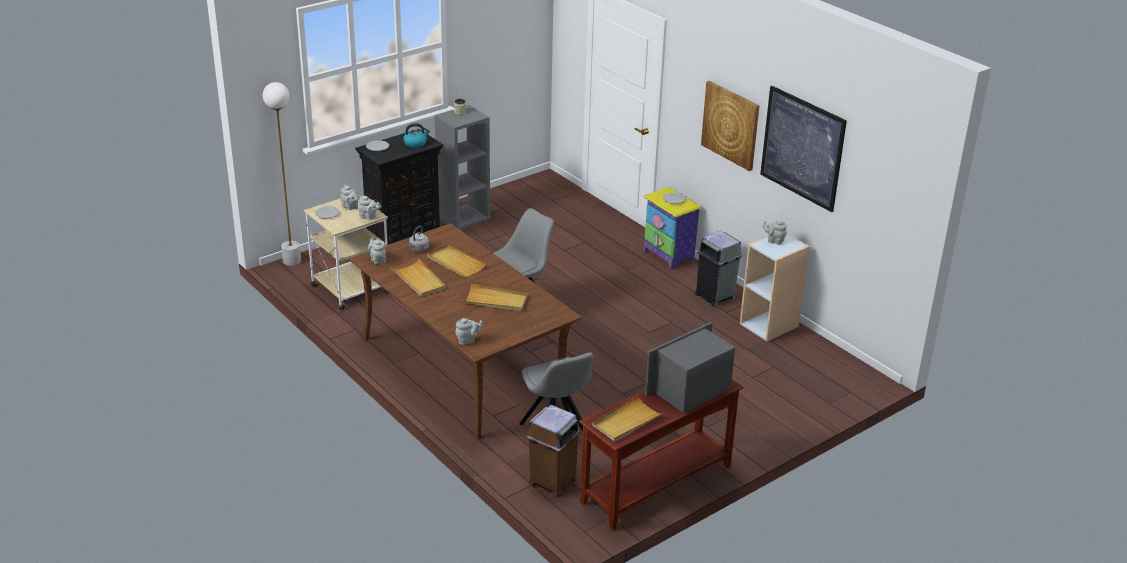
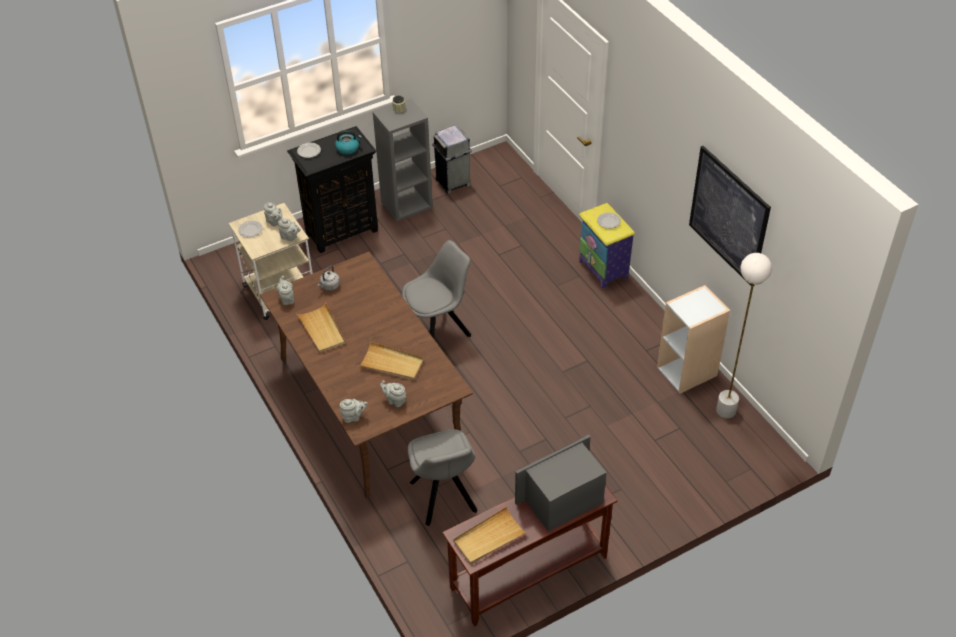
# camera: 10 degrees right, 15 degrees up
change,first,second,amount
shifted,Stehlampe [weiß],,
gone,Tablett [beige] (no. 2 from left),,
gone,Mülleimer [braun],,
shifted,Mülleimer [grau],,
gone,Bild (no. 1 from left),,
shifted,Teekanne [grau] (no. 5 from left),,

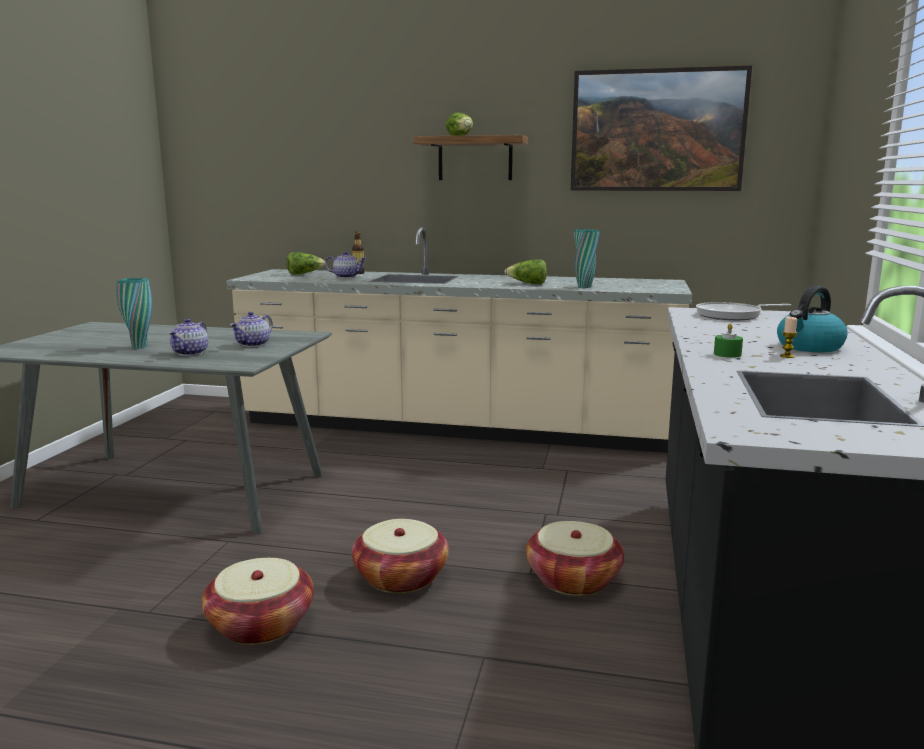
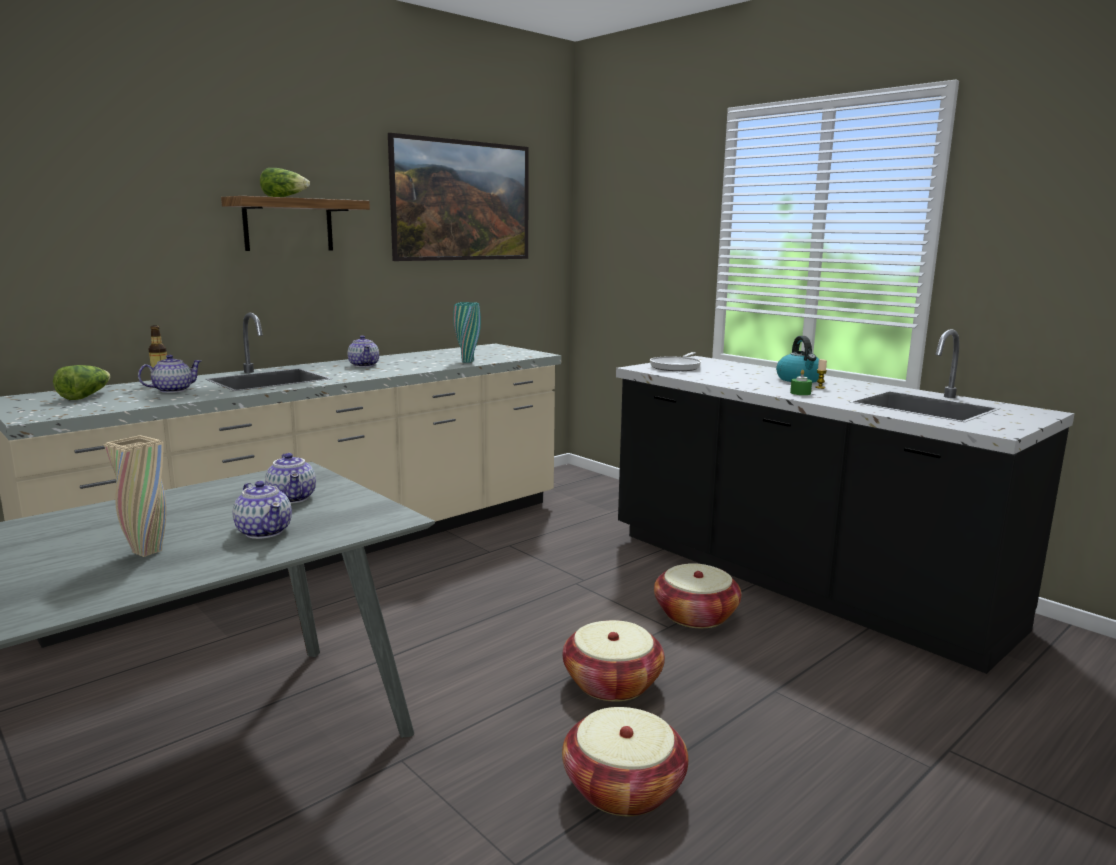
# camera: 55 degrees left, 0 degrees up
change,first,second,amount
repainted,Vase [türkis] (no. 1 from left),Vase [beige],
gone,Salatkopf (no. 3 from left),,
new,,Teekanne (no. 4 from left),

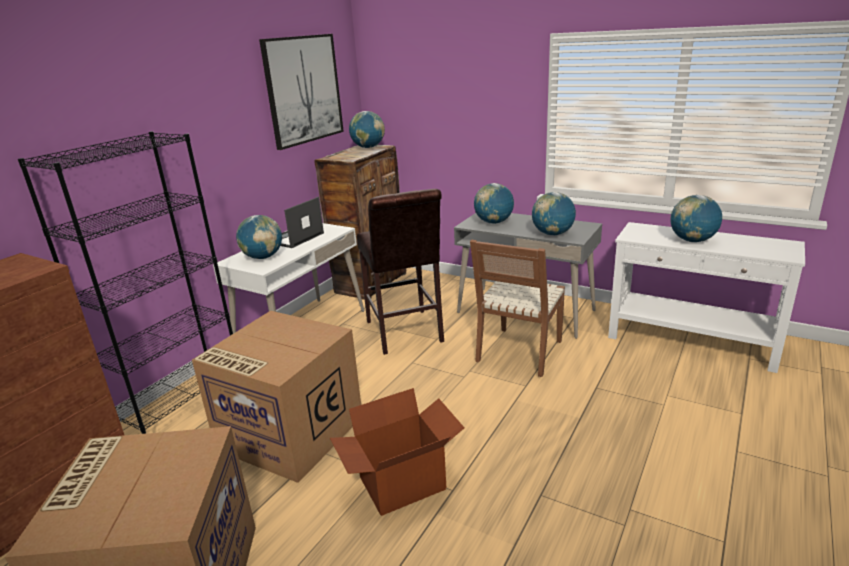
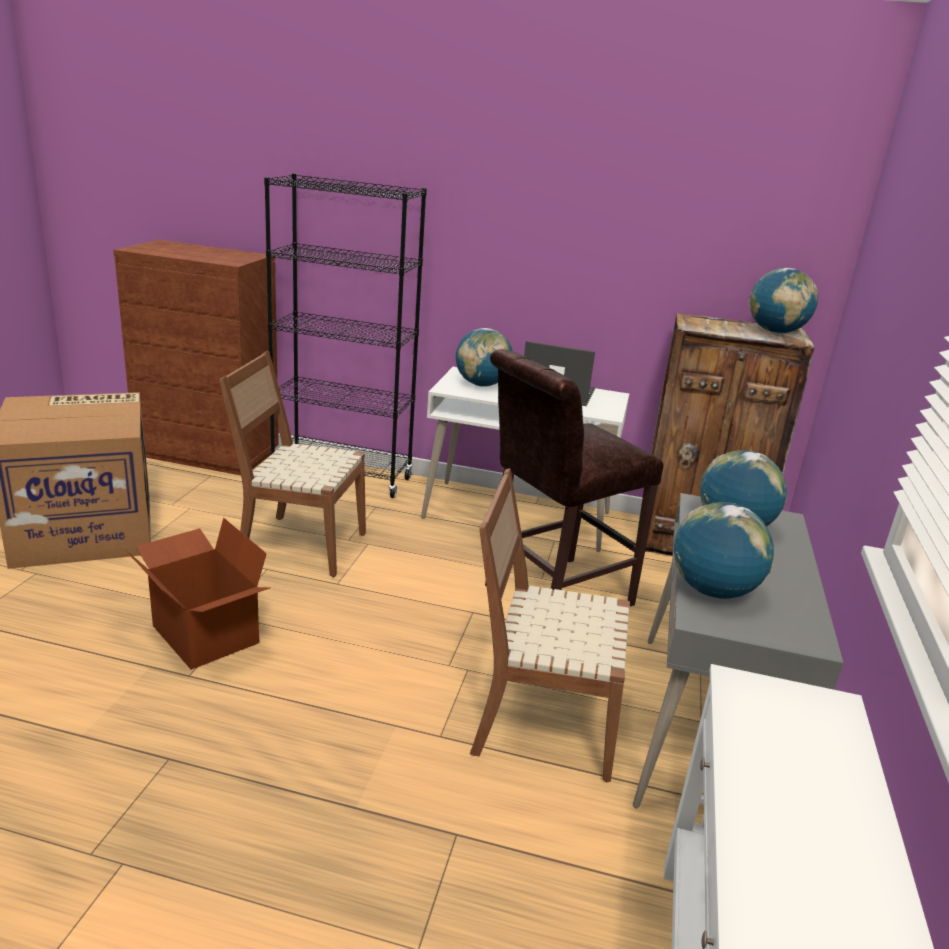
# camera: 70 degrees right, 0 degrees up
change,first,second,amount
swapped,Karton (no. 2 from left),Stuhl (no. 1 from left),
gone,Bild,,
gone,Globus (no. 5 from left),,

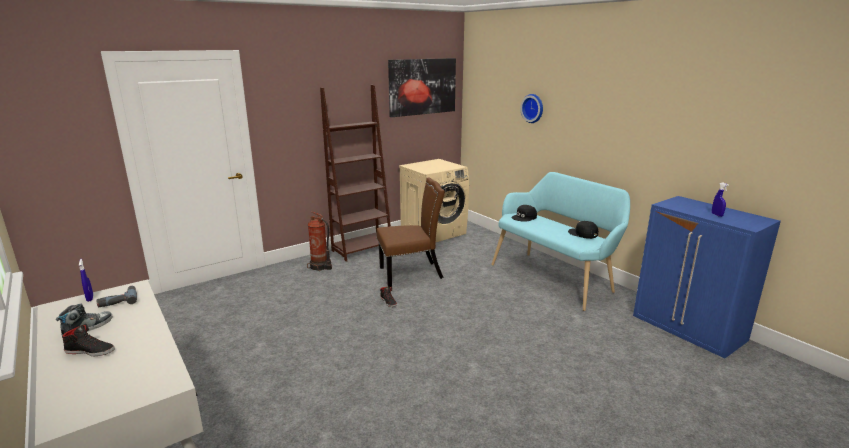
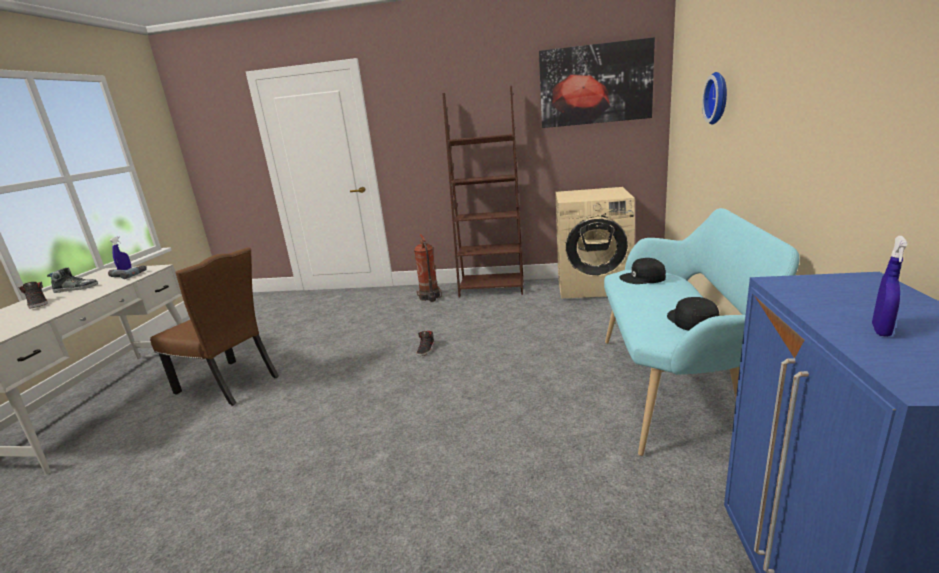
# camera: 45 degrees right, 0 degrees up
change,first,second,amount
shifted,Stuhl [braun],,

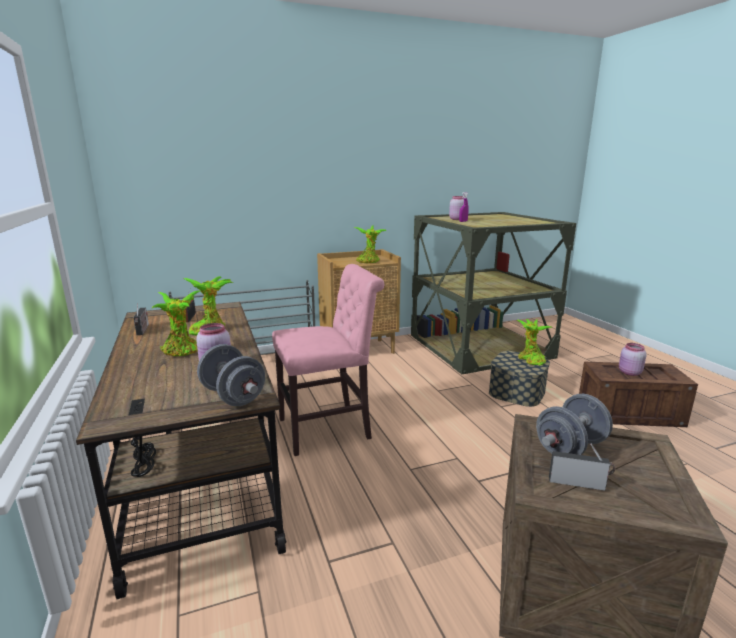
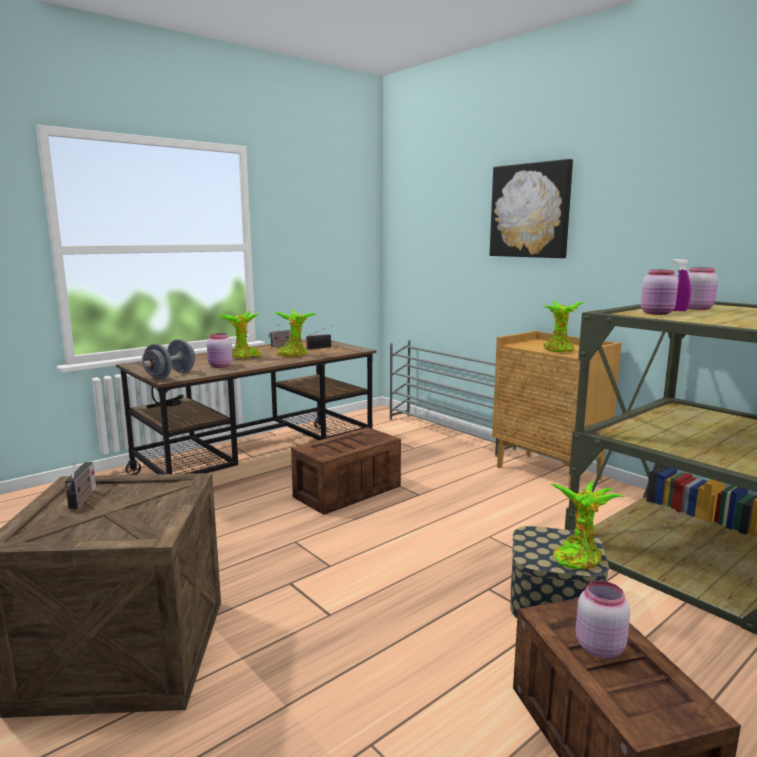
# camera: 70 degrees right, 5 degrees down
change,first,second,amount
swapped,Stuhl [rosa],Kiste (no. 2 from left),
gone,Hantel [grau] (no. 2 from left),,
new,,Bild,
new,,Vorratsglas [rosa] (no. 3 from left),

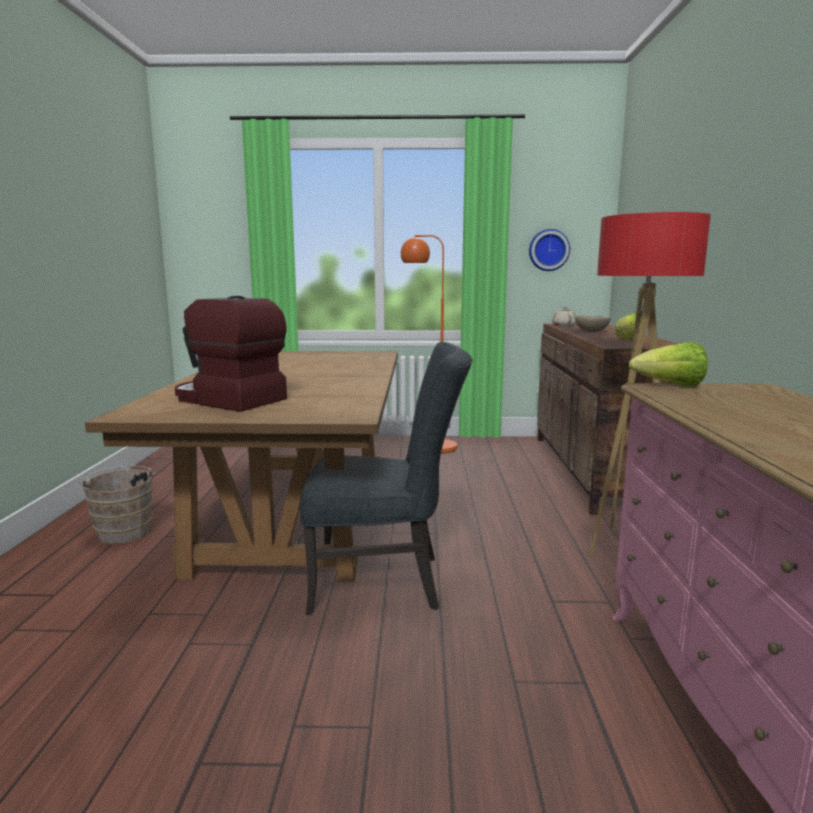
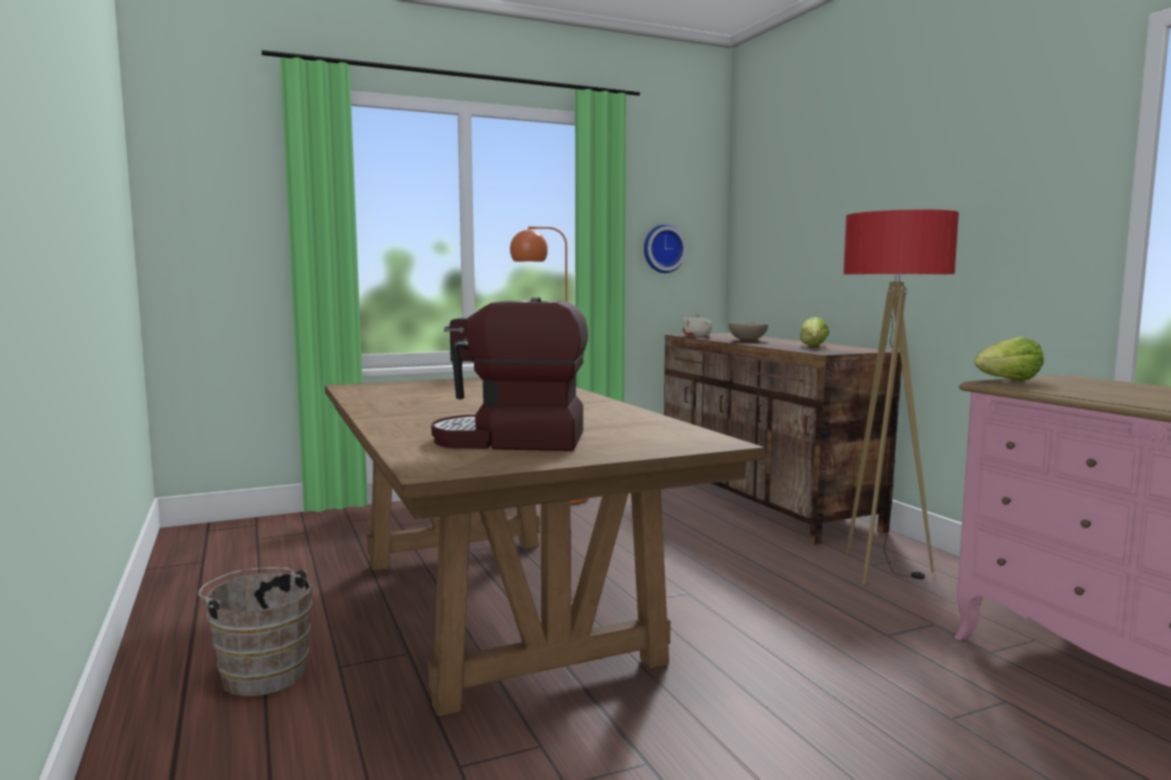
# camera: 25 degrees left, 5 degrees down
change,first,second,amount
gone,Stuhl [grau],,

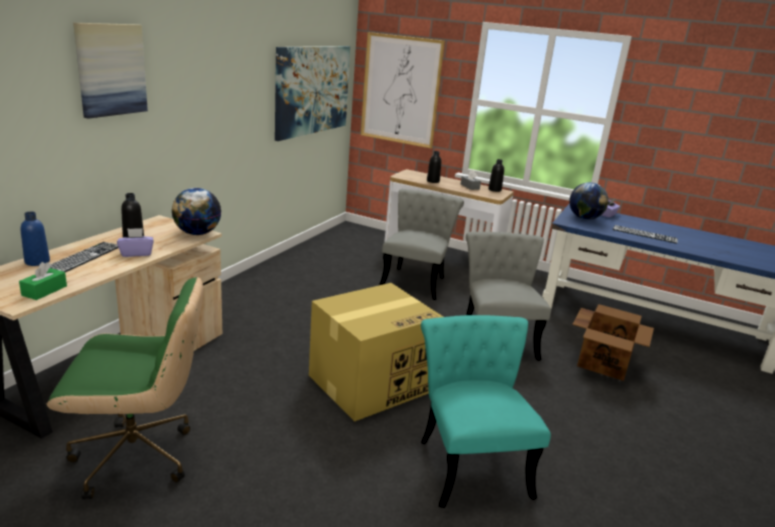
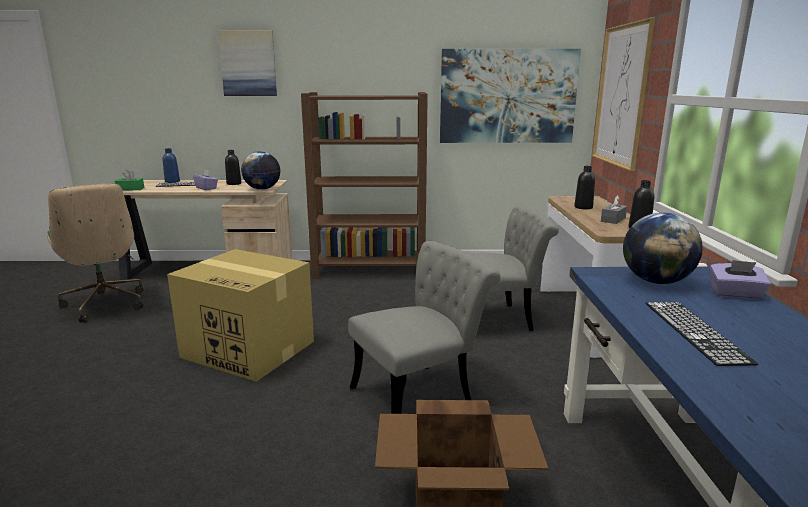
# camera: 65 degrees right, 5 degrees down
change,first,second,amount
gone,Stuhl [türkis],,
new,,Bücherregal [braun],

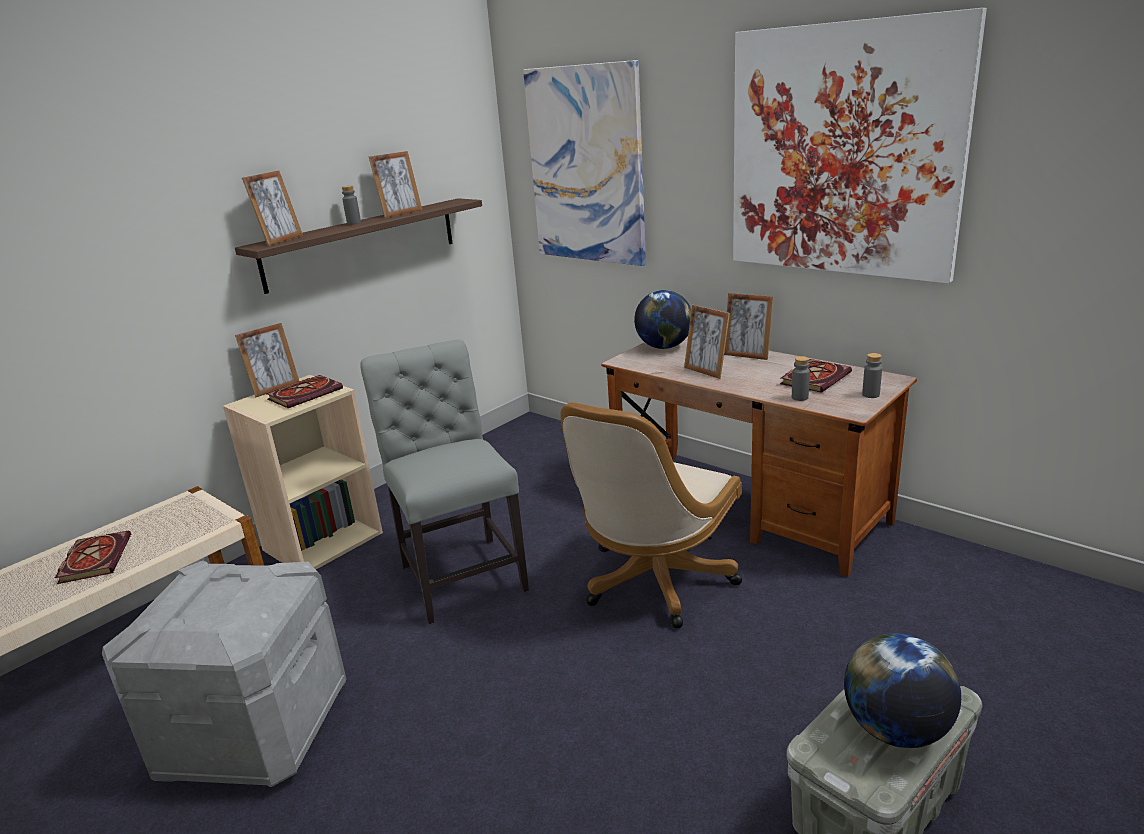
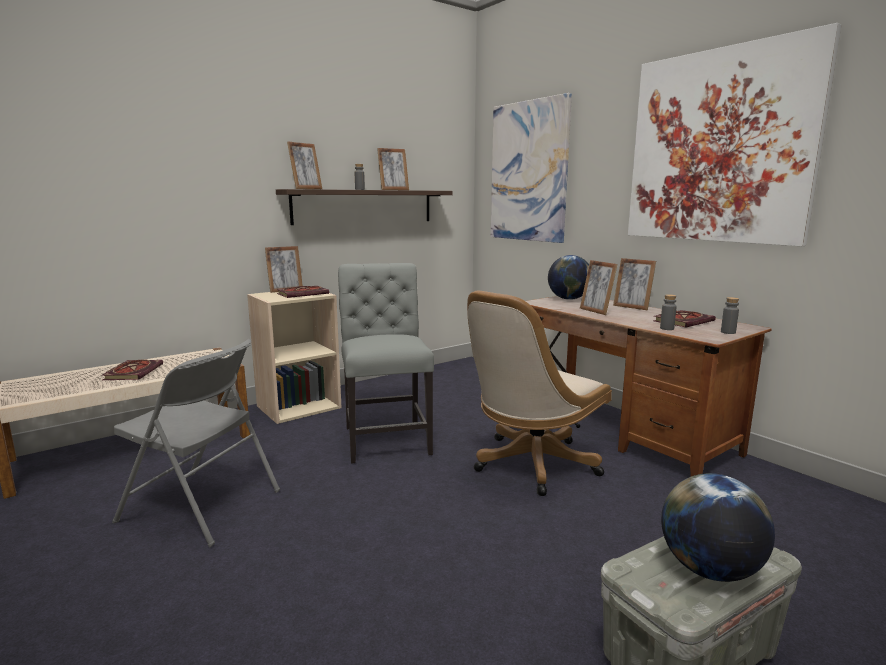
# camera: 10 degrees right, 10 degrees down
change,first,second,amount
swapped,Aufbewahrungsbox [grau] (no. 1 from left),Stuhl [grau] (no. 1 from left),

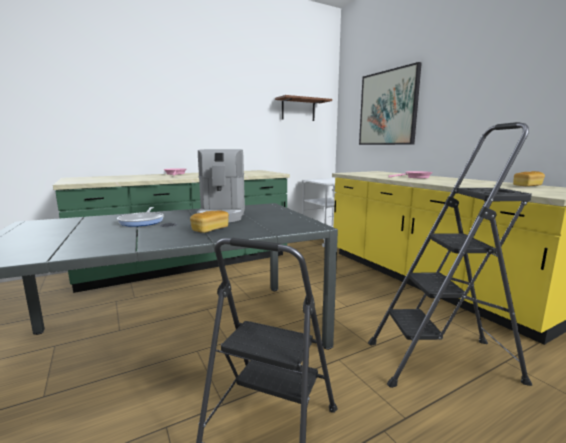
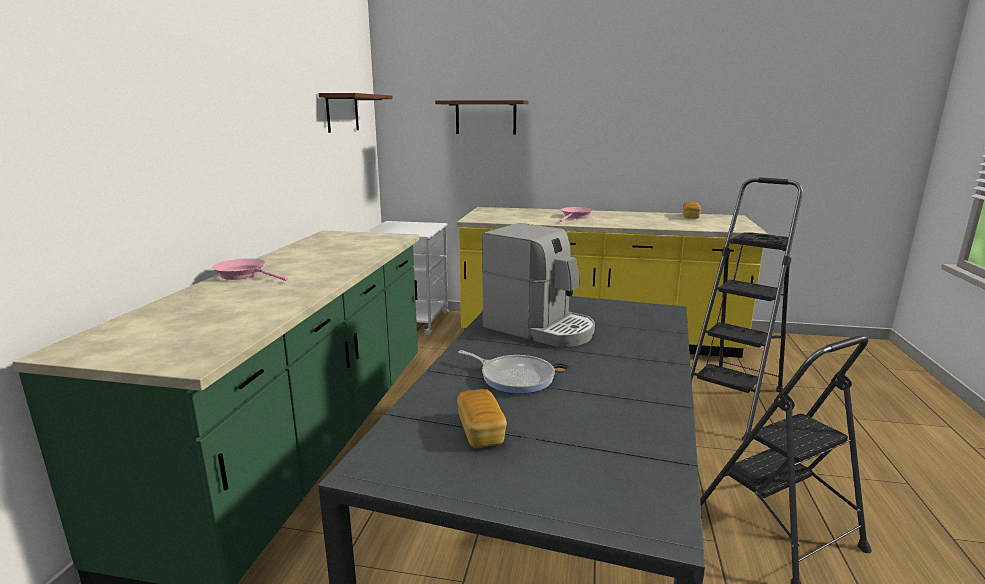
# camera: 50 degrees left, 5 degrees up
change,first,second,amount
shifted,Brot (no. 1 from left),,
swapped,Bild,Wandregal [braun] (no. 2 from left),

